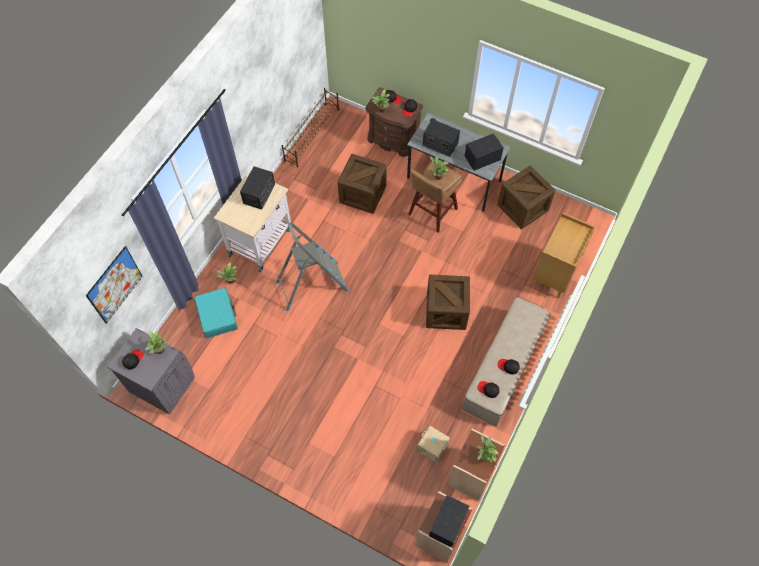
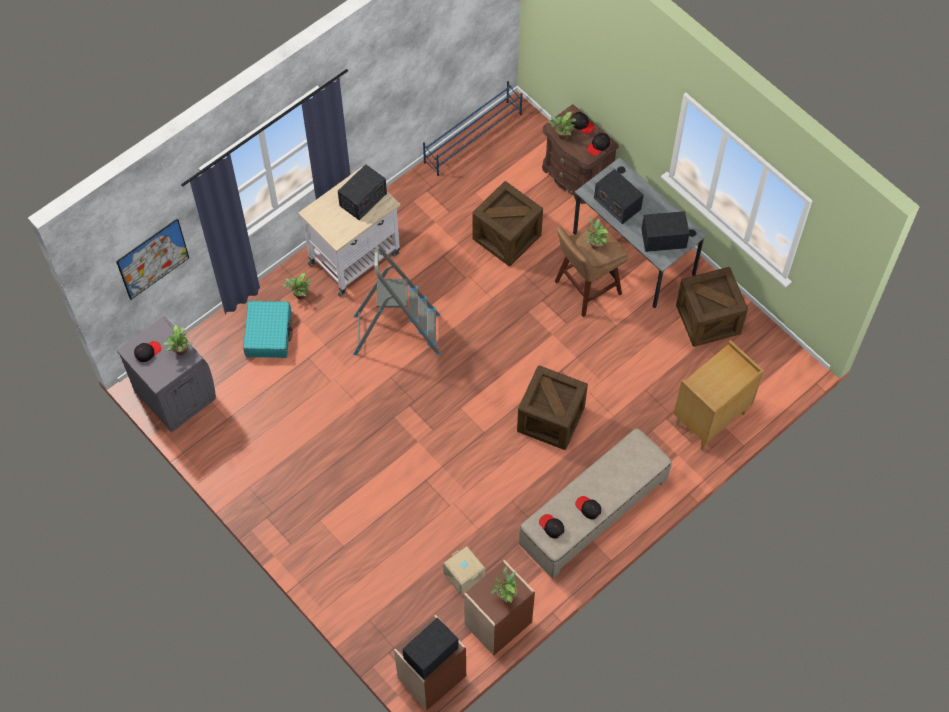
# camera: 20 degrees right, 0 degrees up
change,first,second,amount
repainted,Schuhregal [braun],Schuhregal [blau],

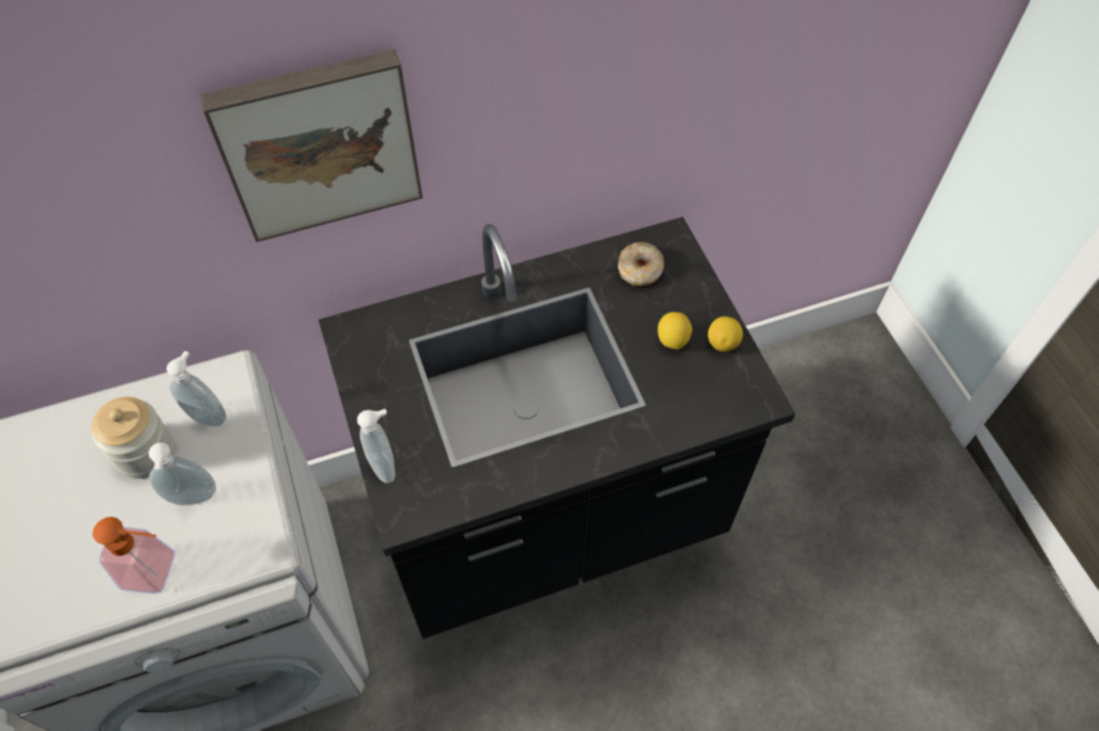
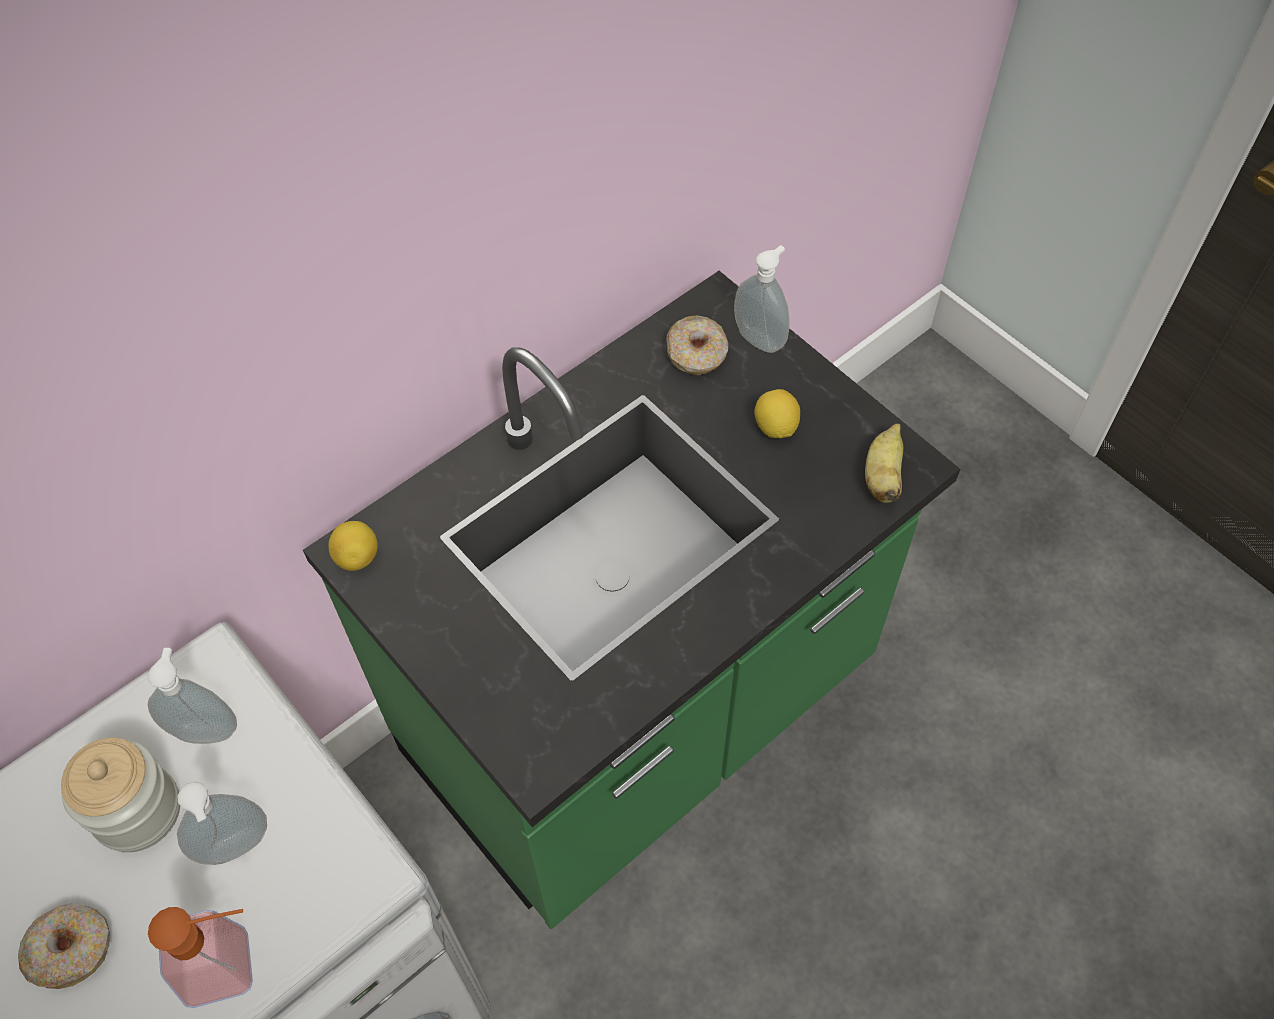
# camera: 20 degrees left, 0 degrees up
change,first,second,amount
gone,Bild,,
repainted,Küchenzeile [schwarz],Küchenzeile [grün],
shifted,Seifenspender (no. 4 from left),,
shifted,Zitrone (no. 2 from left in the first image),Zitrone (no. 1 from left),
new,,Donut (no. 1 from left),
new,,Banane,

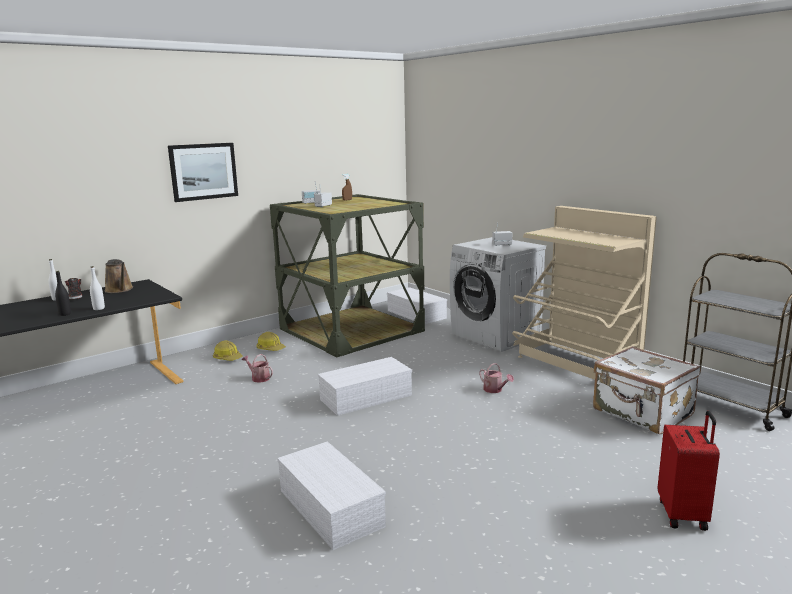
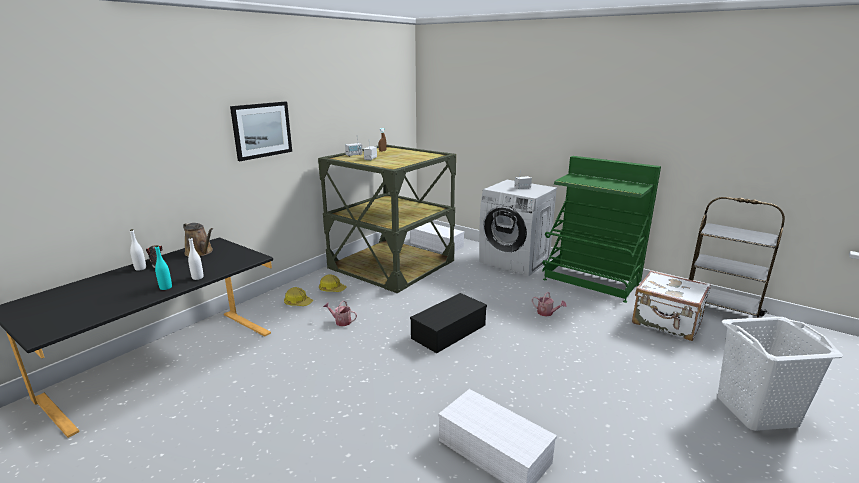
# camera: 15 degrees left, 5 degrees up
change,first,second,amount
repainted,Flasche [schwarz],Flasche [türkis],
repainted,Aufbewahrungsbox [weiß] (no. 2 from left),Aufbewahrungsbox [schwarz],
repainted,Schuhregal [beige],Schuhregal [grün],
swapped,Koffer [rot],Wäschekorb [weiß],

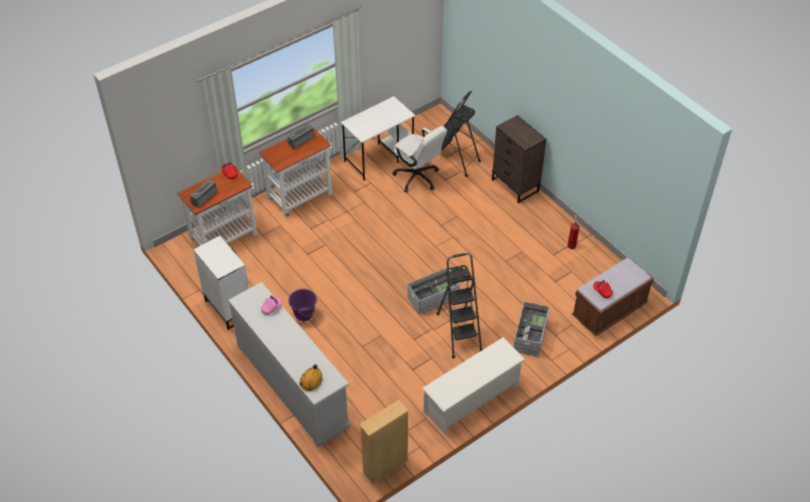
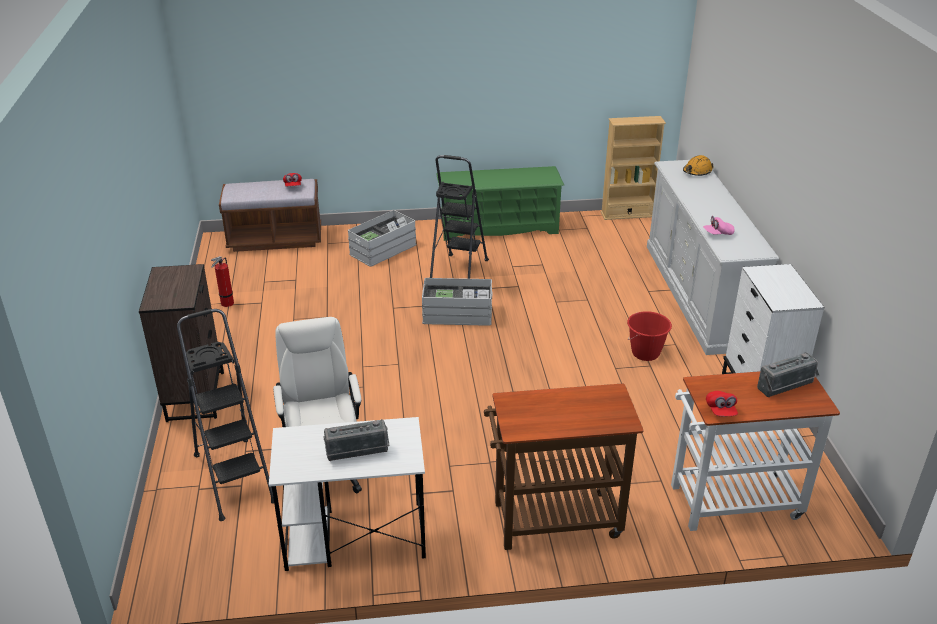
# camera: 150 degrees left, 15 degrees down
change,first,second,amount
repainted,Rollwagen [weiß] (no. 2 from left),Rollwagen [braun],
shifted,Radio (no. 2 from left in the first image),Radio (no. 1 from left),
repainted,Eimer [lila],Eimer [rot],
repainted,Schuhregal [weiß],Schuhregal [grün],

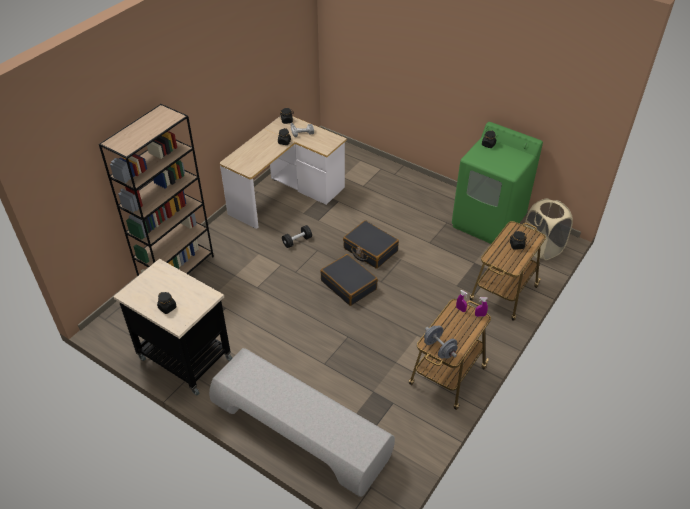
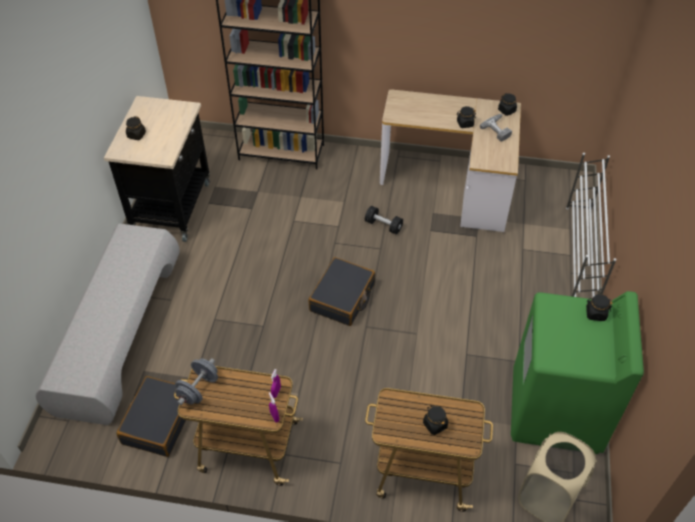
# camera: 65 degrees right, 5 degrees up
change,first,second,amount
shifted,Koffer [schwarz] (no. 2 from left in the first image),Koffer [schwarz] (no. 1 from left),
new,,Schuhregal [weiß],

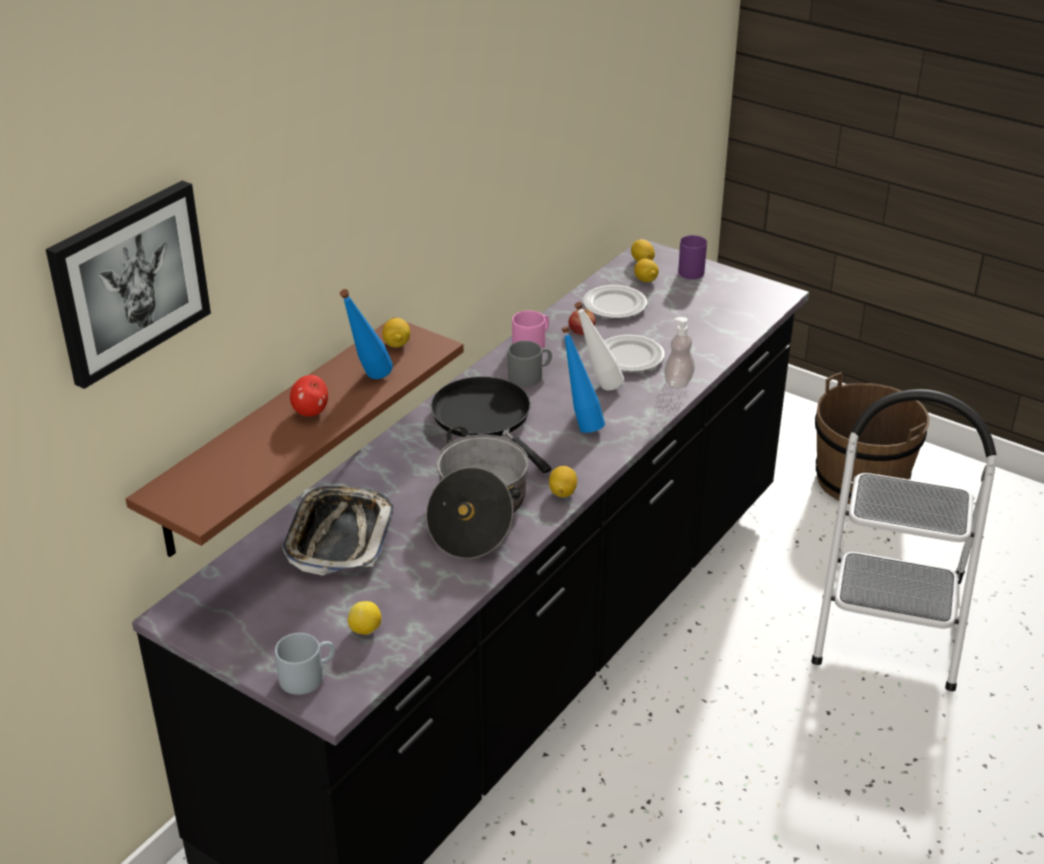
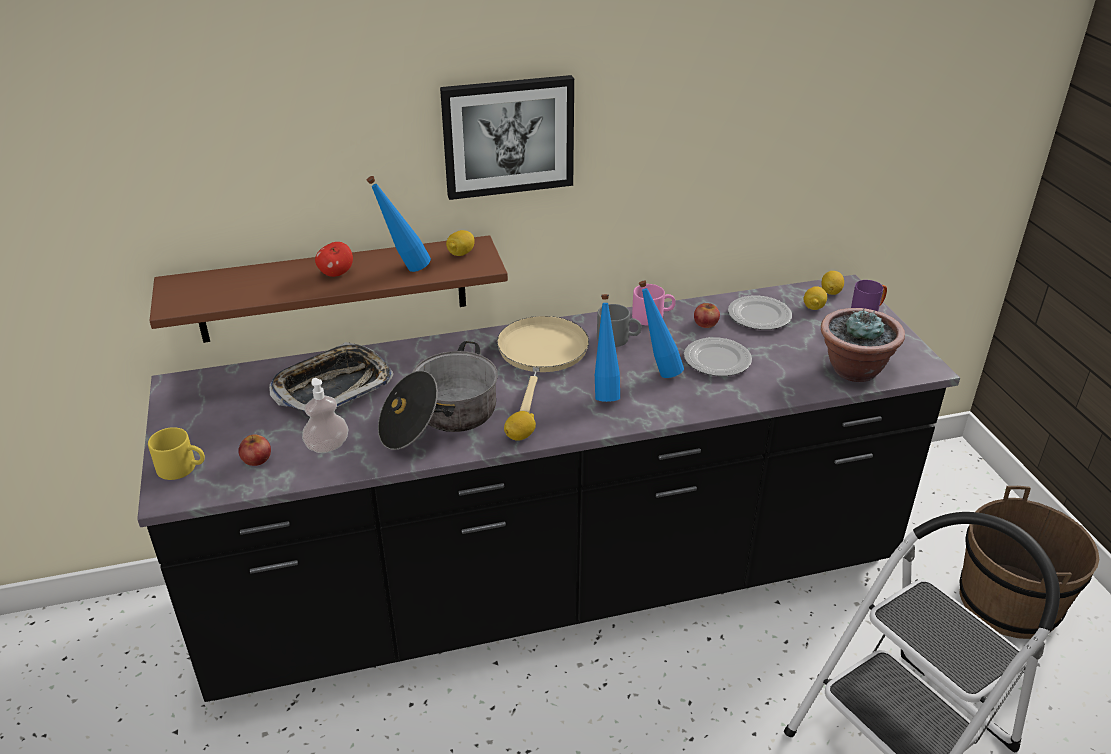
# camera: 40 degrees right, 0 degrees up
change,first,second,amount
shifted,Bild,,
repainted,Henkelbecher [grau] (no. 1 from left),Henkelbecher [gelb],
swapped,Zitrone (no. 1 from left),Apfel (no. 1 from left),
repainted,Pfanne [schwarz],Pfanne [beige],
repainted,Flasche [weiß],Flasche [blau] (no. 3 from left),
shifted,Seifenspender,,
new,,Topfpflanze,

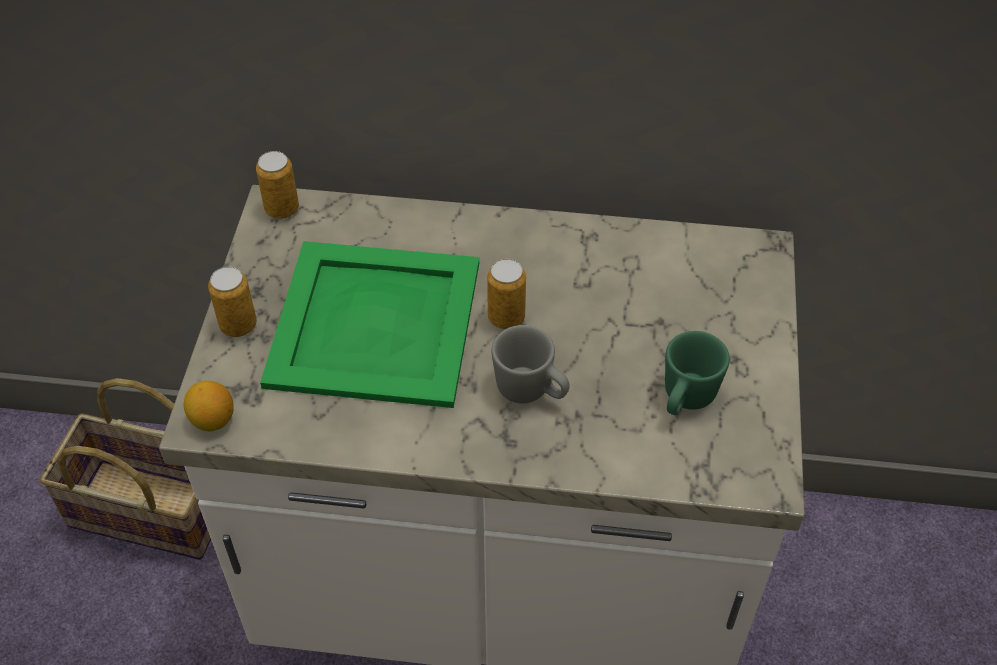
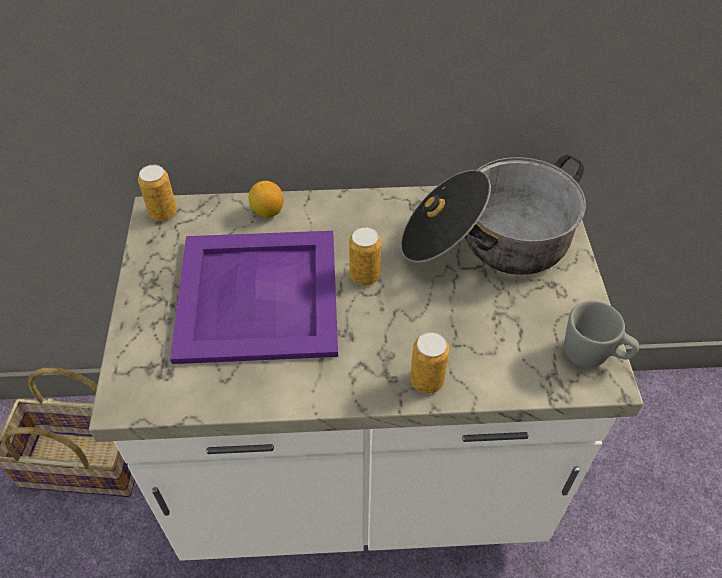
# camera: 10 degrees left, 0 degrees up
change,first,second,amount
shifted,Zitrone,,
shifted,Dose (no. 1 from left in the first image),Dose (no. 3 from left),
repainted,Tablett [grün],Tablett [lila],
shifted,Henkelbecher [grau],,
gone,Henkelbecher [grün],,
new,,Kochtopf,

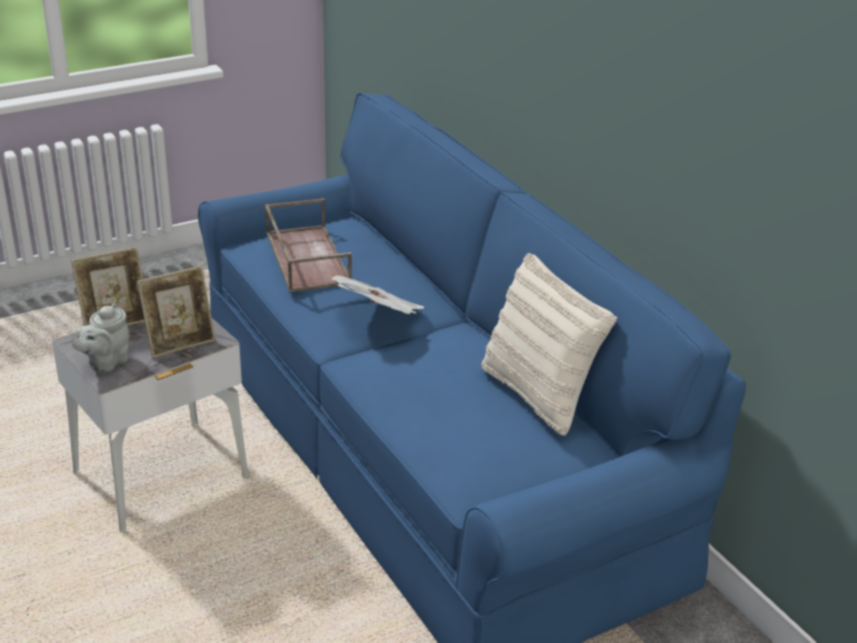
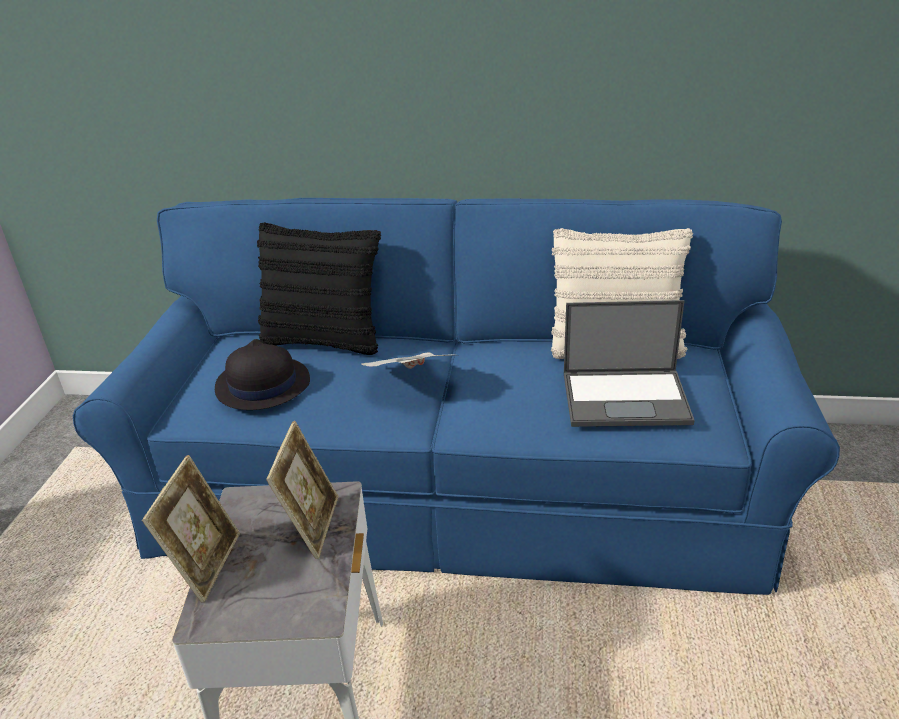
# camera: 50 degrees left, 0 degrees up
change,first,second,amount
gone,Teekanne [grau],,
swapped,Tablett [braun],Hut [schwarz],
new,,Kissen [schwarz],
new,,Laptop,

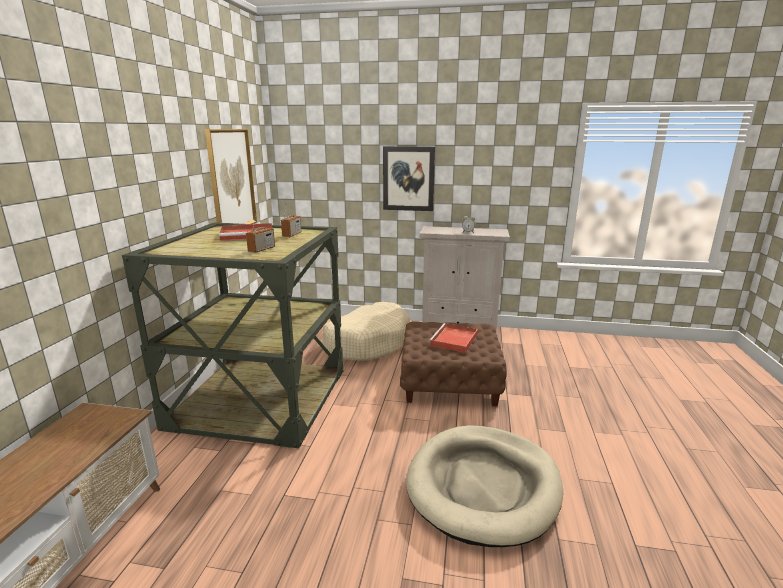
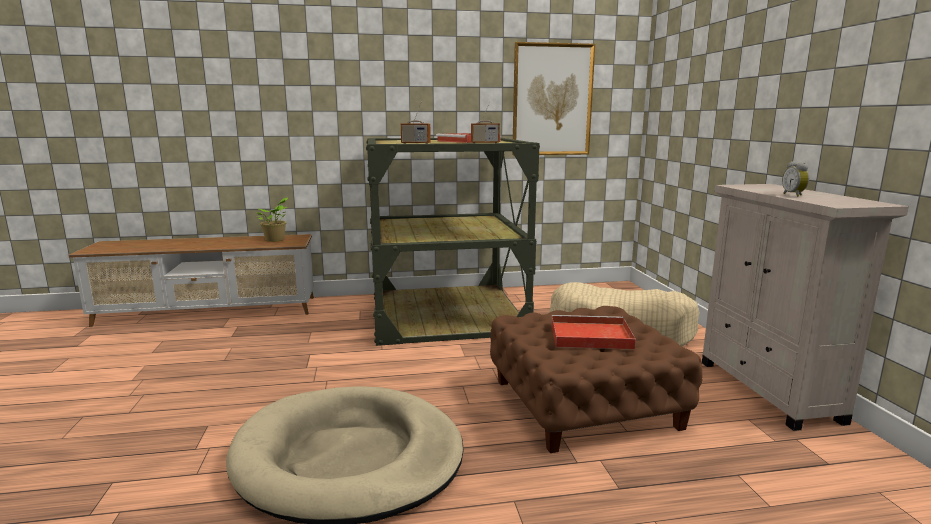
# camera: 70 degrees right, 5 degrees down
change,first,second,amount
gone,Bild (no. 2 from left),,
new,,Topfpflanze,

